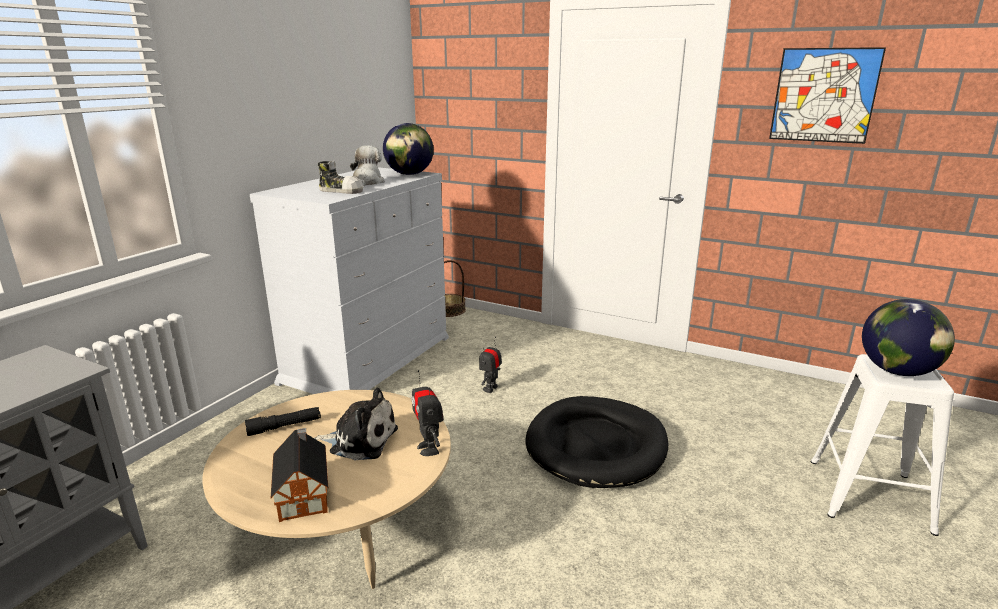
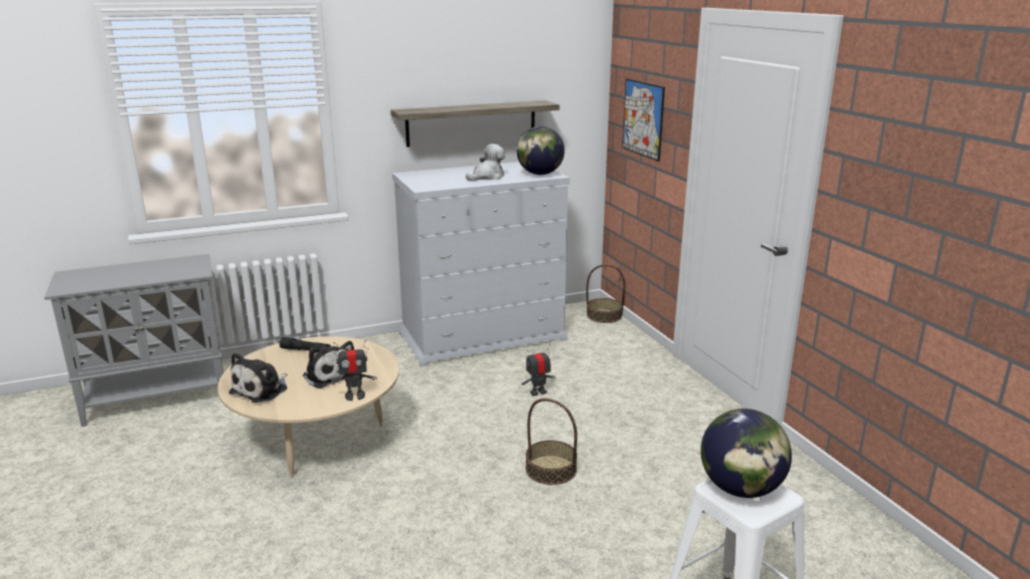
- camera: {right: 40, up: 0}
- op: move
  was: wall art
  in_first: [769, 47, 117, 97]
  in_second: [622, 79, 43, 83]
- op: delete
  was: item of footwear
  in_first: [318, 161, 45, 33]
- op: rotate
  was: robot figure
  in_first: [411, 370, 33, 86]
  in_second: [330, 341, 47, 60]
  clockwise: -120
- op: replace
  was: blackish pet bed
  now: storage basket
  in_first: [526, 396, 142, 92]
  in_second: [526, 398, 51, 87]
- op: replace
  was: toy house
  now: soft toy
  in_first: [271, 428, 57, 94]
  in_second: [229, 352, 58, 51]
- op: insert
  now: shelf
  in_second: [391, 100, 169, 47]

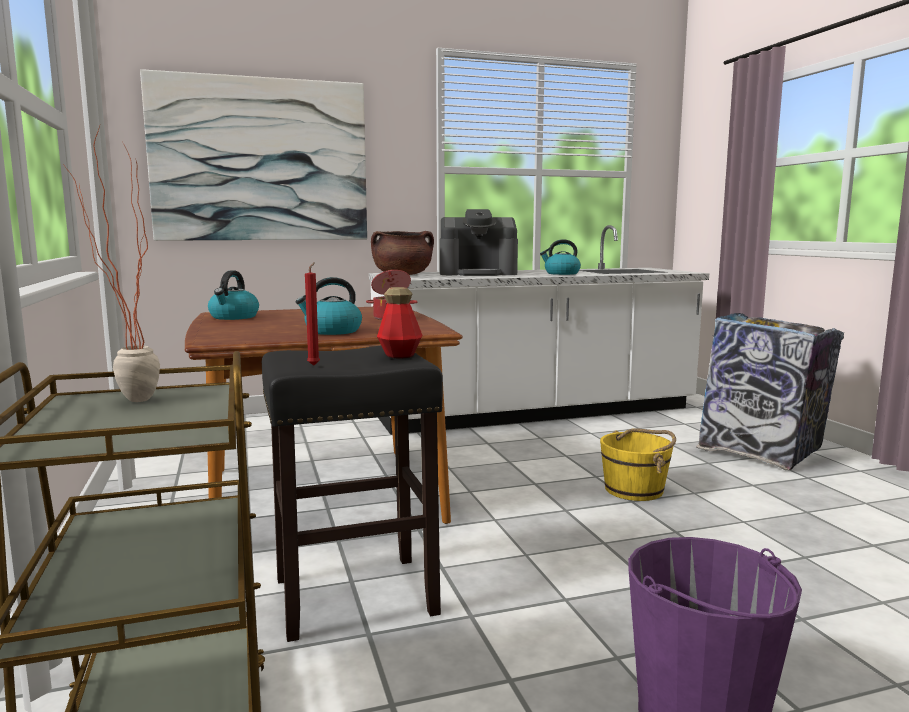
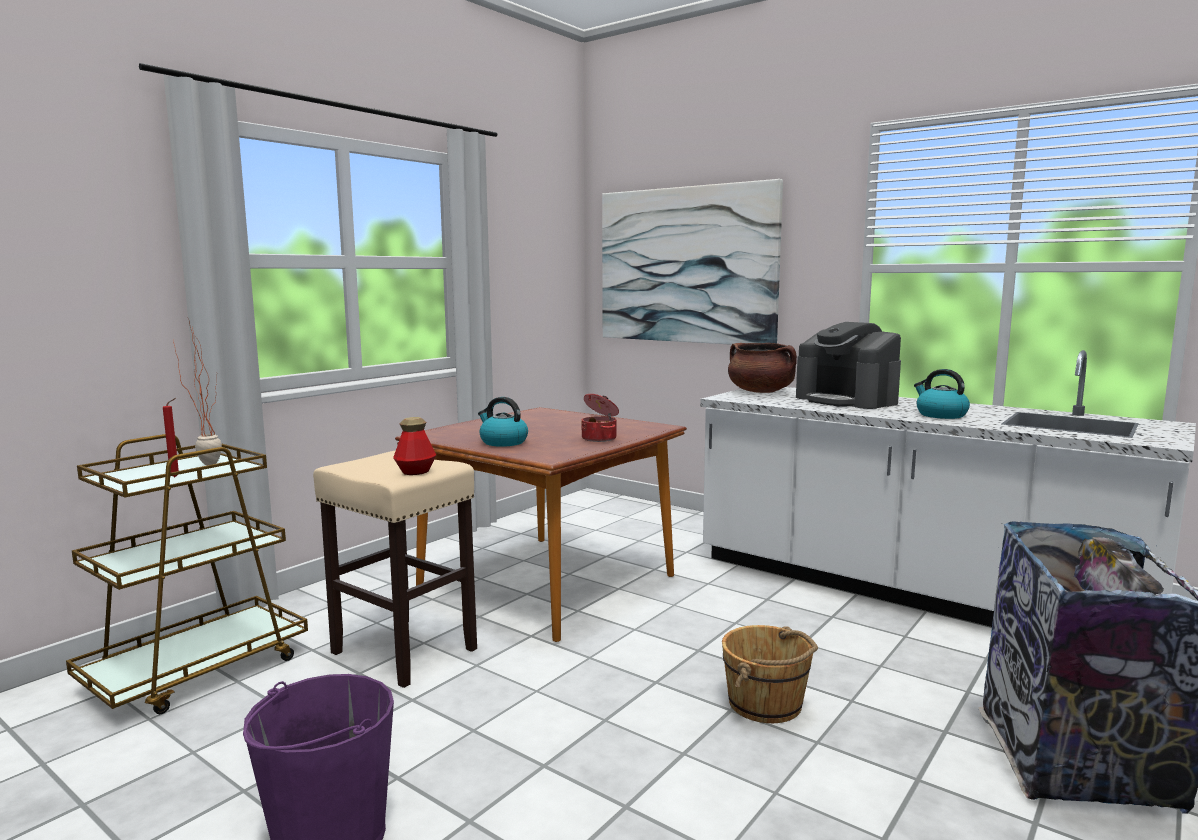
- camera: {right: 55, up: 0}
- op: move
  was: red wax candle
  in_first: [305, 262, 15, 104]
  in_second: [163, 398, 16, 79]
- op: delete
  was: tea kettle
  in_first: [208, 271, 51, 49]
- op: recolor
  was: blackish stool
  now: beige-coloured stool
  in_first: [262, 346, 181, 296]
  in_second: [313, 451, 164, 237]
- op: recolor
  was: yellow bucket
  now: brownish bucket
  in_first: [600, 428, 76, 73]
  in_second: [722, 625, 96, 98]

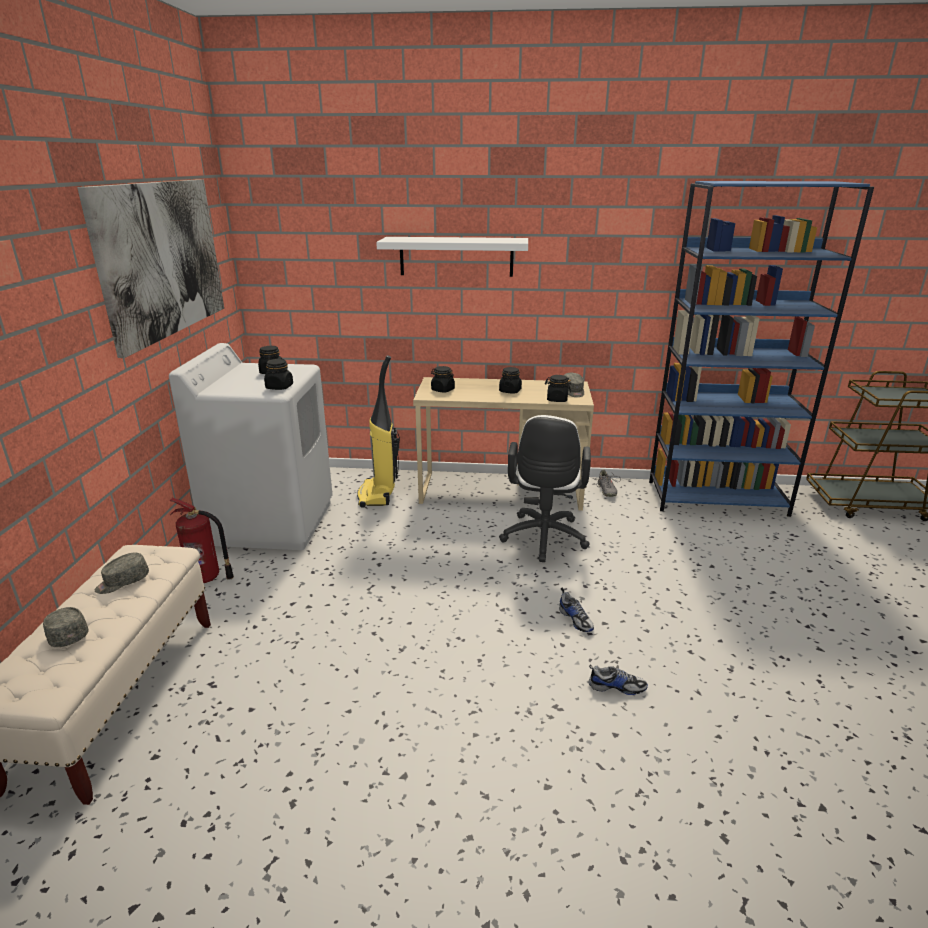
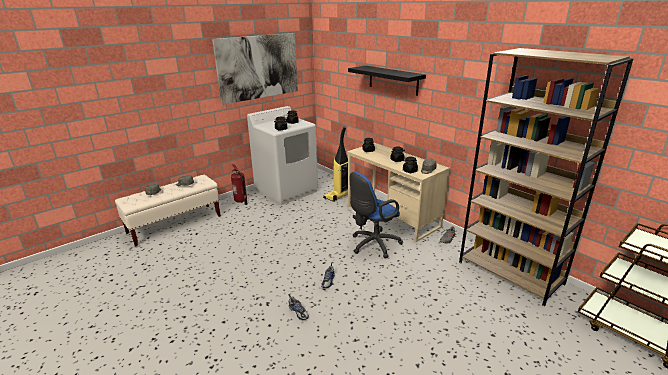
- camera: {right: 45, up: 0}
- op: recolor
  was: blue-coloured shelving unit
  now: brownish shelving unit
  in_first: [649, 181, 225, 336]
  in_second: [459, 48, 174, 258]
- op: recolor
  was: whitish shelf
  now: blackish shelf
  in_first: [376, 237, 152, 40]
  in_second: [348, 66, 78, 30]
- op: recolor
  was: whitish computer chair
  now: blue-coloured computer chair
  in_first: [499, 415, 92, 147]
  in_second: [350, 172, 53, 86]

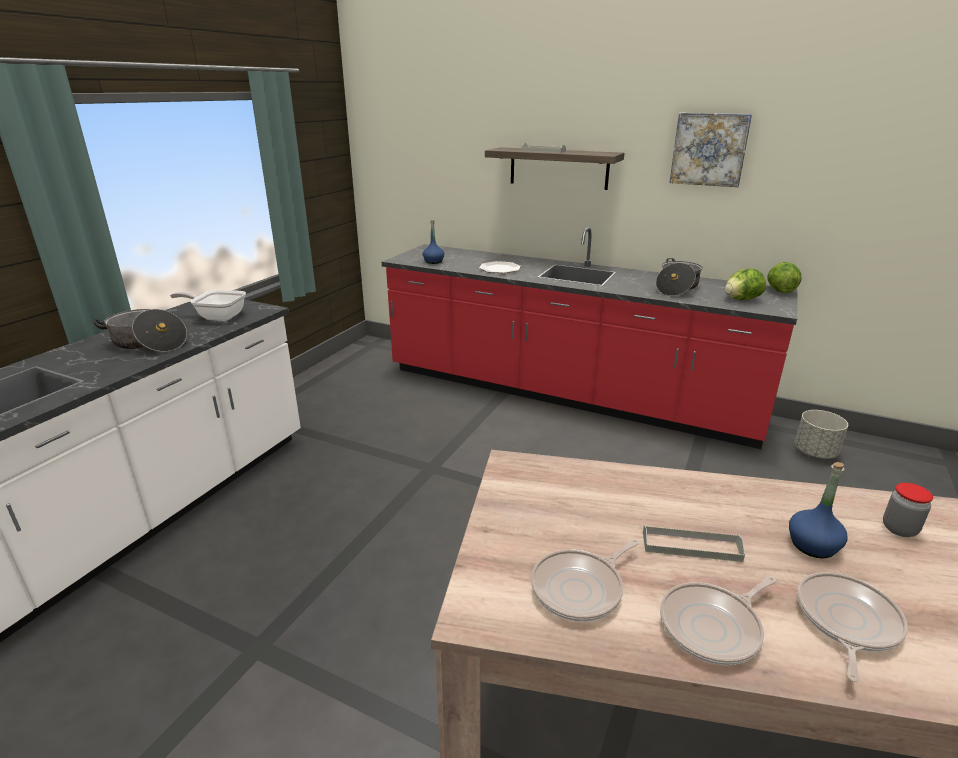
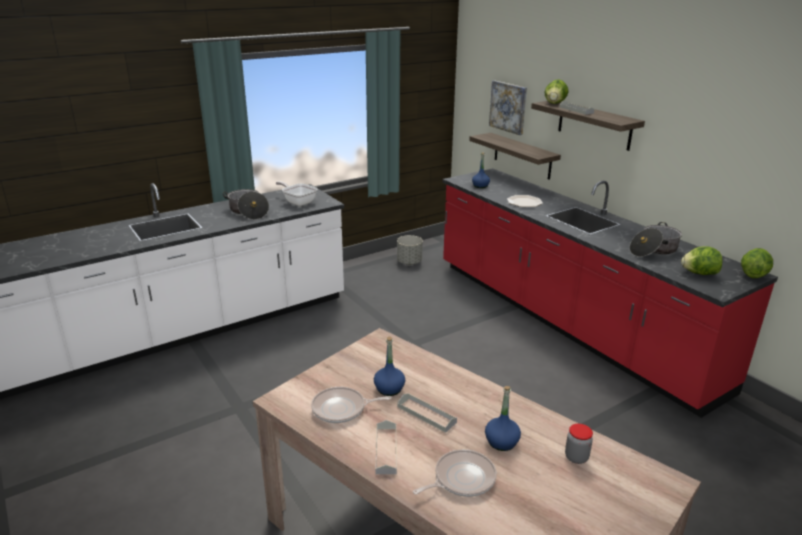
- camera: {right: 30, up: 0}
- op: move
  was: wall art
  in_first: [670, 113, 82, 74]
  in_second: [489, 81, 38, 54]
- op: move
  was: gray planter
  in_first: [795, 410, 53, 49]
  in_second: [397, 235, 26, 30]
- op: replace
  was: skillet
  now: gray carrying tray
  in_first: [660, 577, 116, 88]
  in_second: [375, 420, 22, 54]
- op: insert
  now: lettuce
  in_second: [544, 79, 25, 25]
- op: insert
  now: shelf
  in_second: [469, 133, 92, 47]
- op: insert
  now: blue-coloured drink bottle
  in_second: [374, 337, 31, 59]

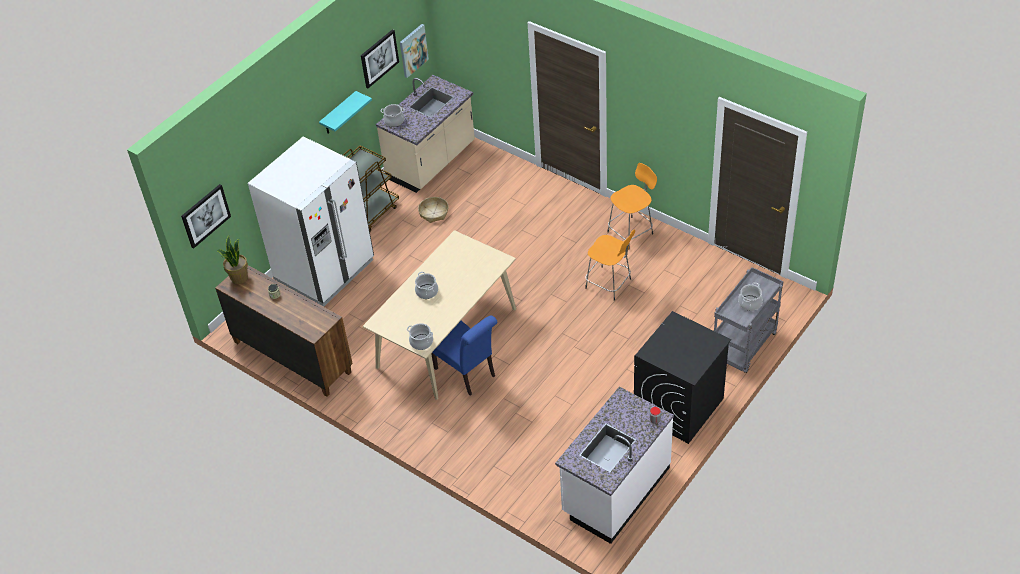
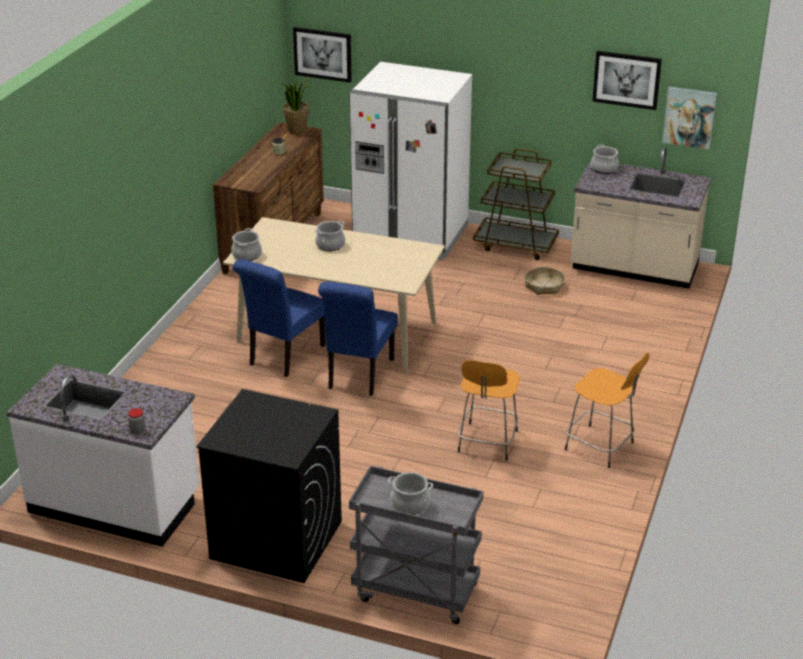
- camera: {right: 70, up: -15}
- op: delete
  was: turquoise-coloured shelf
  in_first: [319, 91, 53, 43]
- op: insert
  now: blue-coloured plain chair
  in_second: [318, 282, 80, 114]

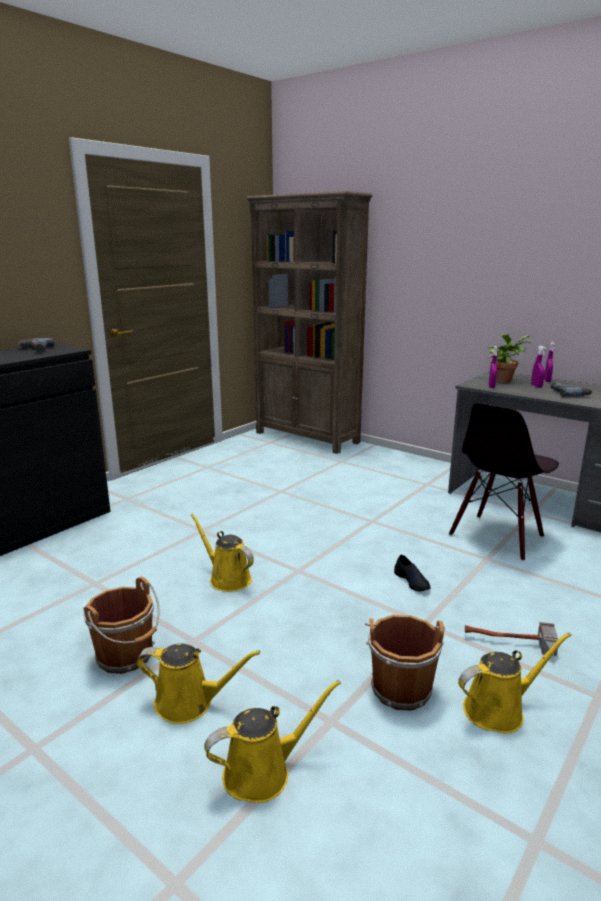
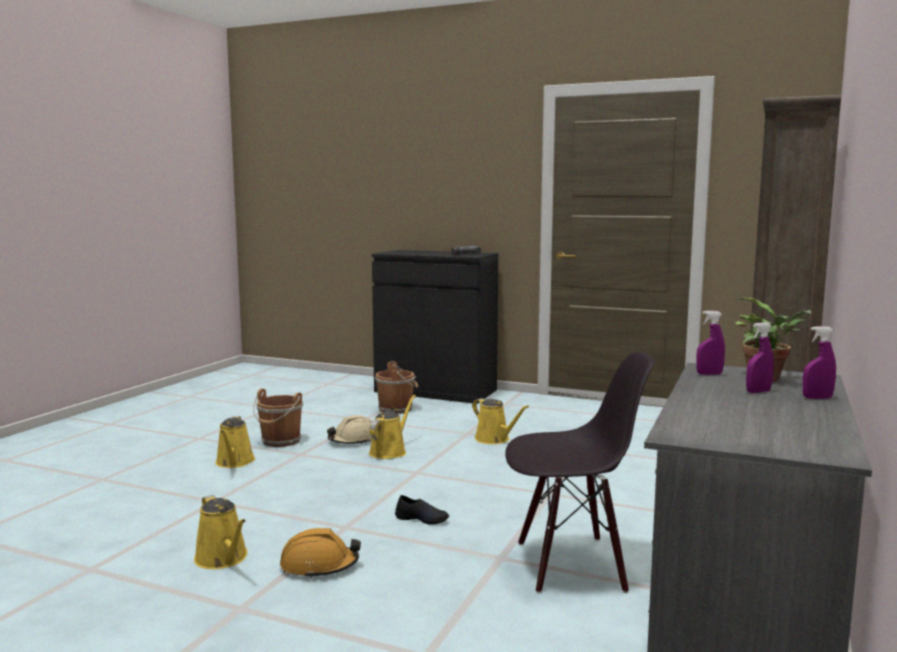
- camera: {right: 75, up: -10}
- op: delete
  was: drill
  in_first: [551, 381, 41, 16]
- op: rotate
  was: blackish plain chair
  in_first: [449, 403, 110, 158]
  in_second: [505, 352, 150, 241]
  clockwise: 150
- op: rotate
  was: blackish item of footwear
  in_first: [394, 555, 37, 36]
  in_second: [395, 495, 54, 30]
  clockwise: -120
- op: move
  was: brownish bucket
  in_first: [365, 615, 80, 96]
  in_second: [375, 361, 44, 53]
- op: replace
  was: tool hammer
  now: orange-coloured hard hat
  in_first: [465, 622, 93, 34]
  in_second: [280, 528, 81, 51]
- op: move
  was: yellow sprinkling can
  in_first: [204, 680, 137, 123]
  in_second: [472, 398, 57, 46]
- op: insert
  now: beige-coloured hard hat
  in_second: [327, 415, 45, 29]

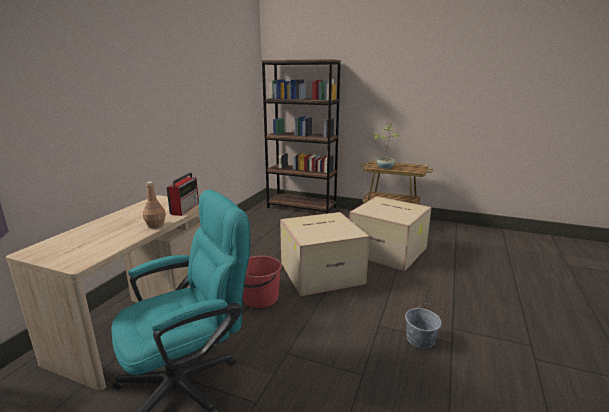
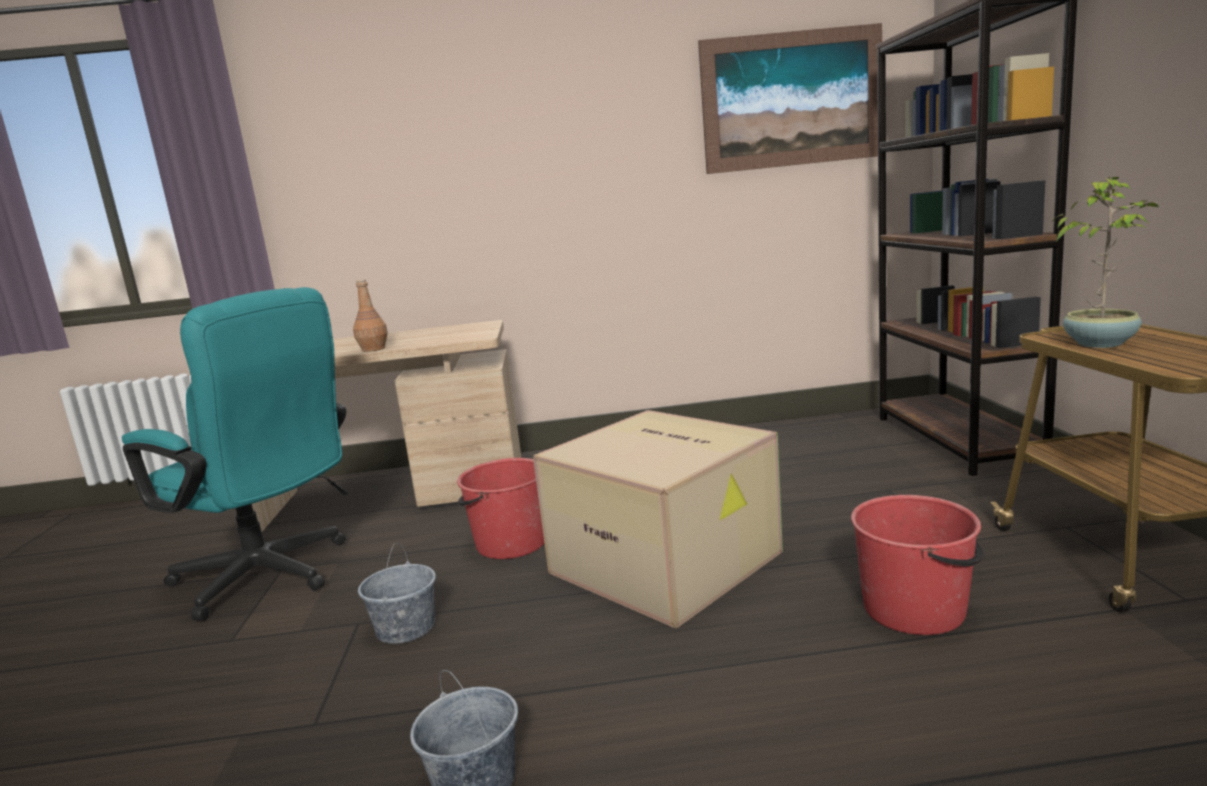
- camera: {right: 65, up: -5}
- op: delete
  was: radio
  in_first: [166, 172, 33, 44]
- op: replace
  was: carton
  now: red bucket
  in_first: [349, 196, 83, 75]
  in_second: [851, 495, 132, 140]
- op: insert
  now: wall art
  in_second: [698, 23, 184, 151]
- op: insert
  now: gray bucket
  in_second: [358, 543, 78, 101]

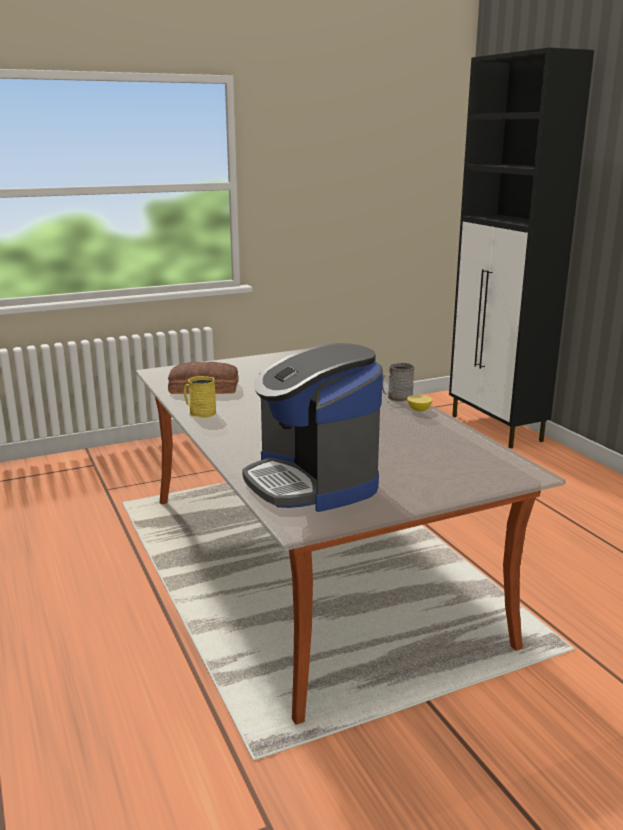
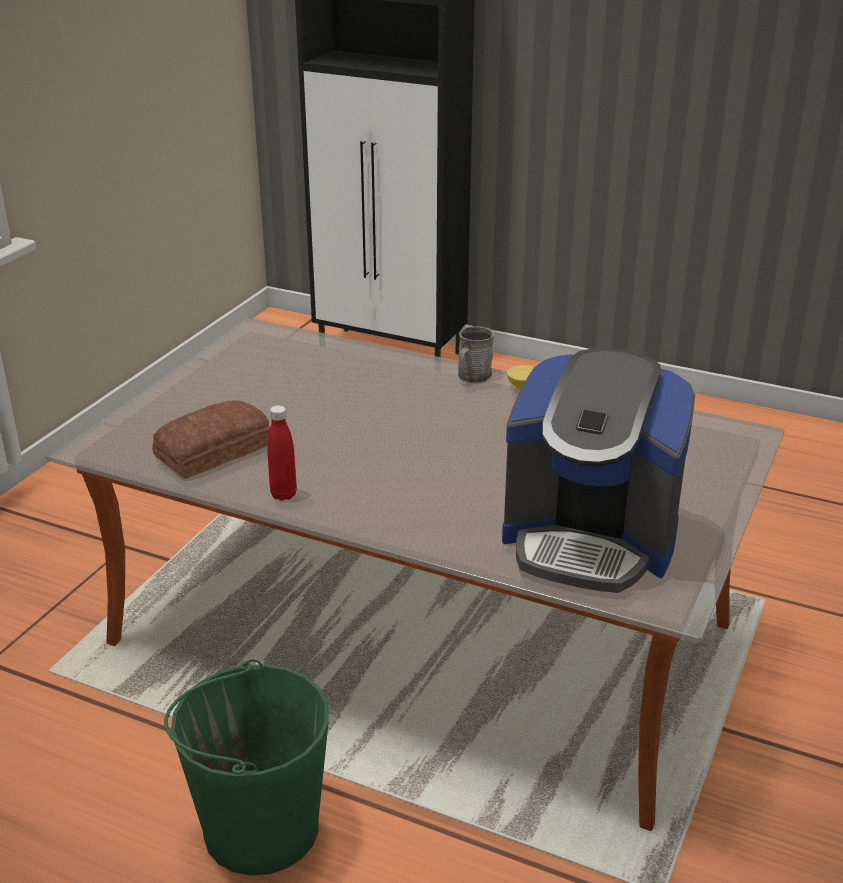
- camera: {right: -40, up: 10}
- op: replace
  was: yellow coffee mug
  now: red drink bottle
  in_first: [184, 376, 32, 42]
  in_second: [267, 405, 30, 96]
- op: insert
  now: green-coloured bucket
  in_second: [164, 659, 165, 217]

